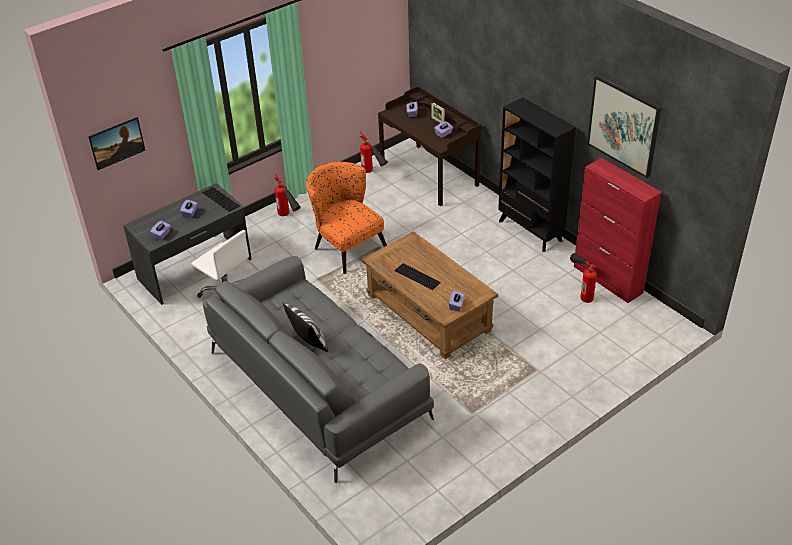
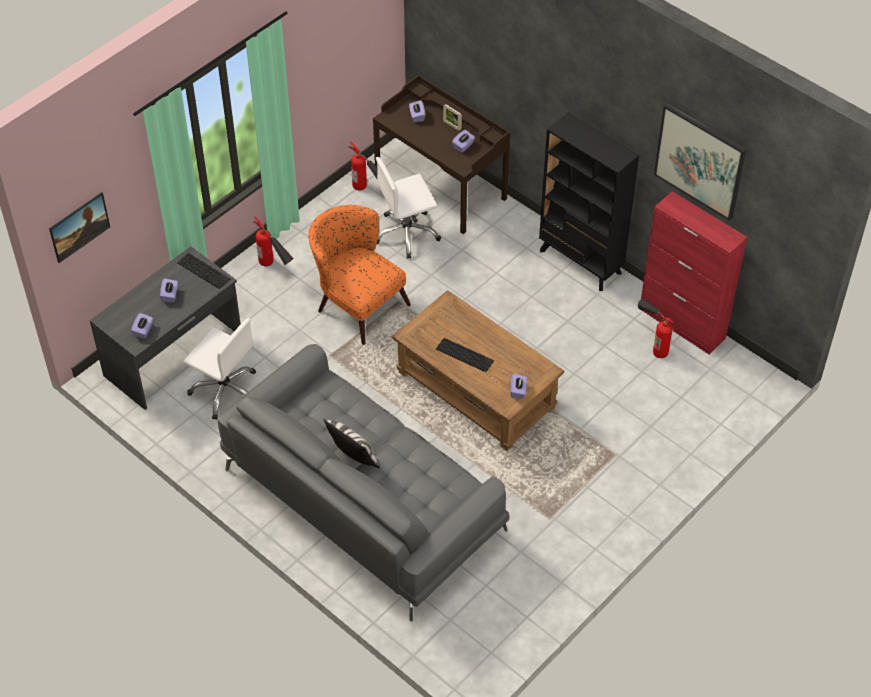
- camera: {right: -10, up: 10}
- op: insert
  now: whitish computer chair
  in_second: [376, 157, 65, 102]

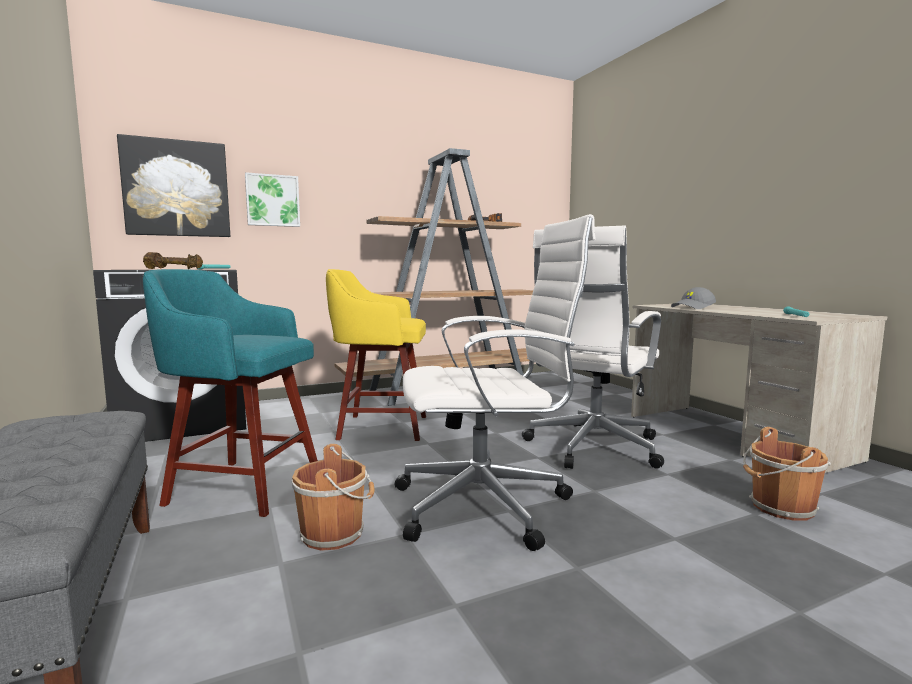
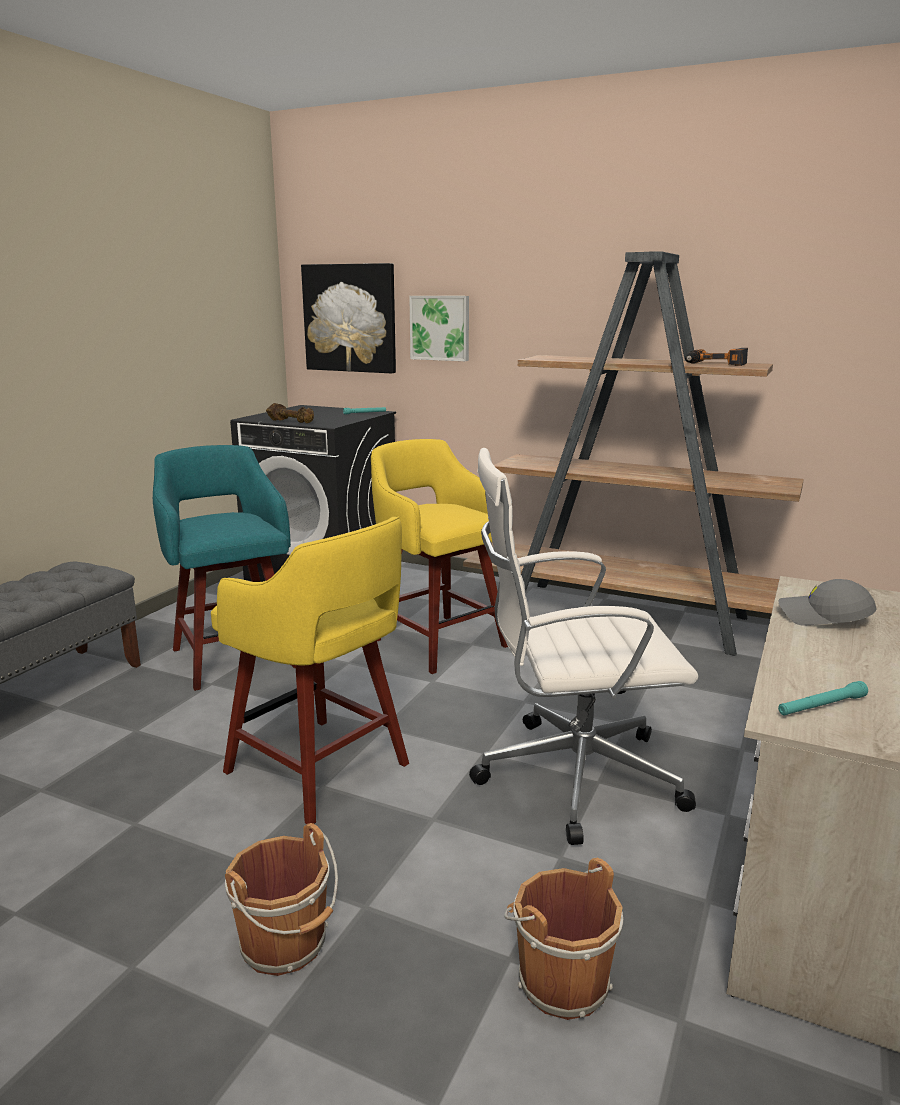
- camera: {right: 50, up: 10}
- op: replace
  was: whitish computer chair
  now: yellow stool
  in_first: [395, 214, 201, 337]
  in_second: [211, 516, 198, 308]
- op: move
  was: brownish bucket
  in_first: [292, 444, 83, 107]
  in_second: [225, 823, 113, 153]

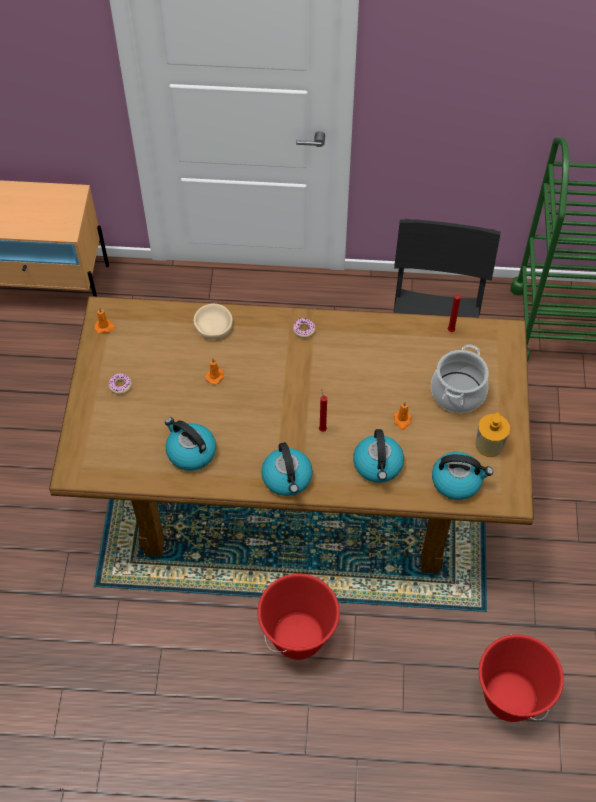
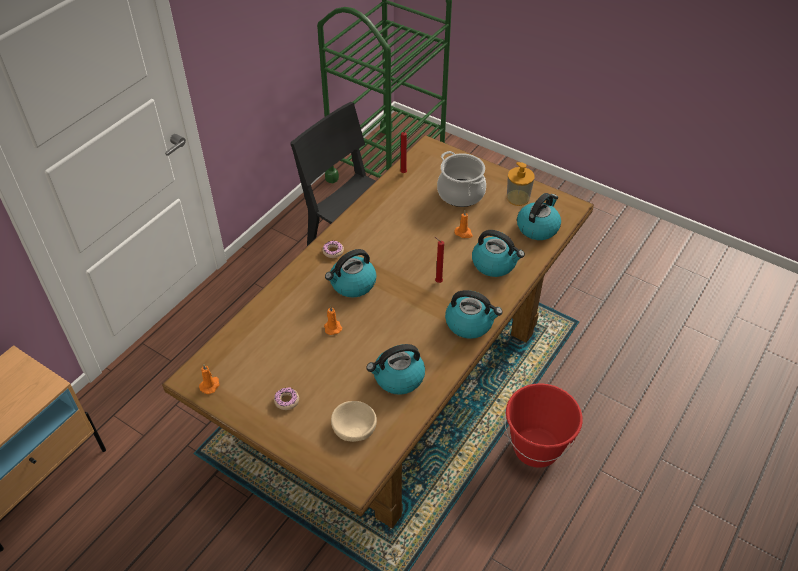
- camera: {right: -60, up: -10}
- op: move
  was: beige-coloured serving bowl
  in_first: [193, 304, 40, 35]
  in_second: [331, 401, 46, 41]
- op: delete
  was: red bucket
  in_first: [479, 634, 85, 88]
- op: insert
  now: tea kettle
  in_second: [325, 249, 52, 48]

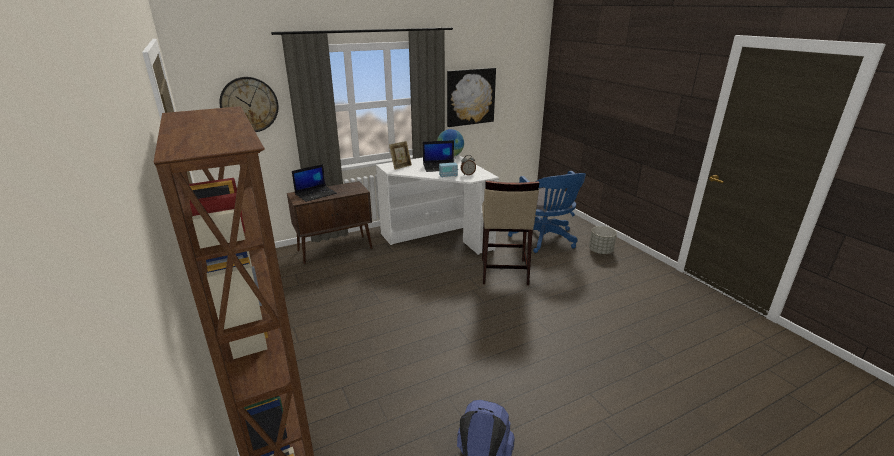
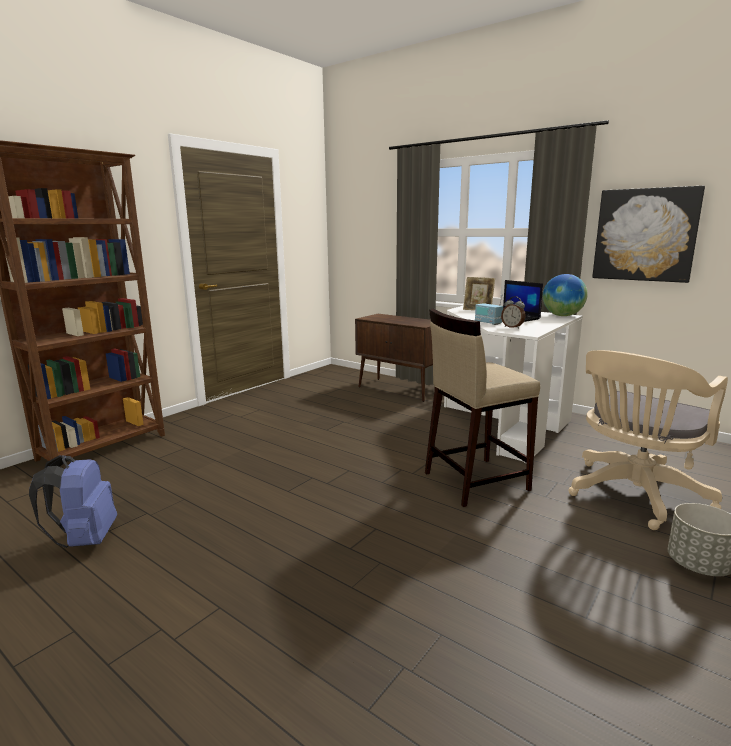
- camera: {right: 65, up: -10}
- op: delete
  was: clock on the wall
  in_first: [219, 77, 59, 55]
- op: delete
  was: notebook computer
  in_first: [292, 164, 45, 38]
- op: recolor
  was: blue-coloured computer chair
  now: beige-coloured computer chair
  in_first: [508, 171, 78, 82]
  in_second: [568, 350, 160, 180]

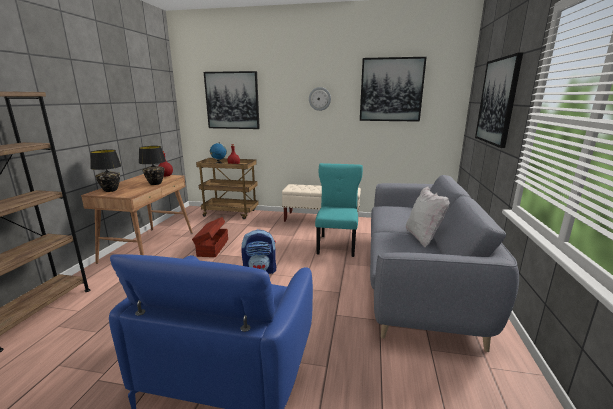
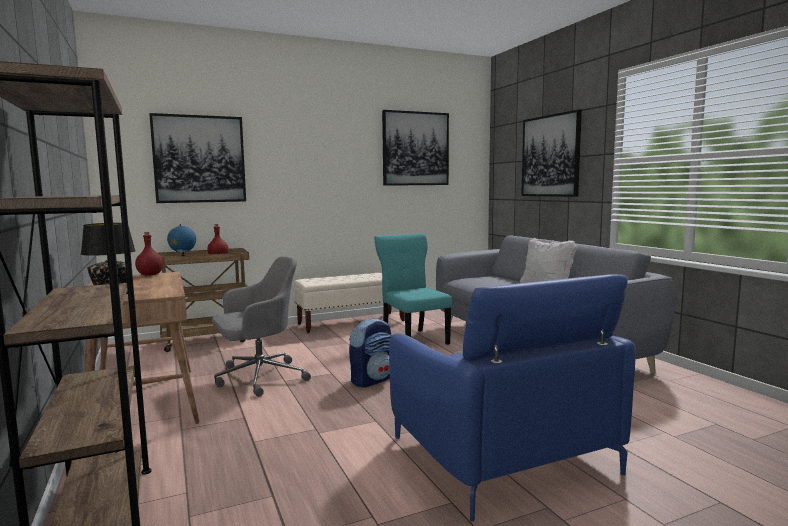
- camera: {right: -35, up: -10}
- op: delete
  was: clock on the wall
  in_first: [309, 87, 22, 24]
- op: delete
  was: blackish lamp for a table
  in_first: [139, 146, 27, 39]
- op: replace
  was: brownish storage box
  now: gray computer chair
  in_first: [192, 217, 36, 40]
  in_second: [212, 256, 99, 141]

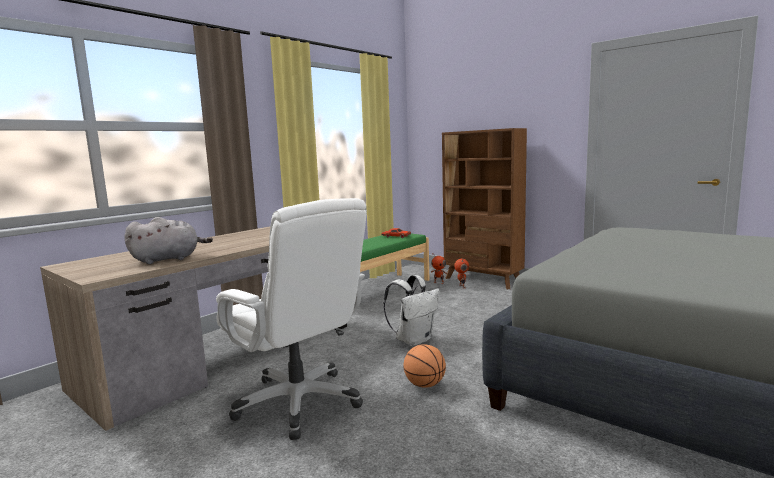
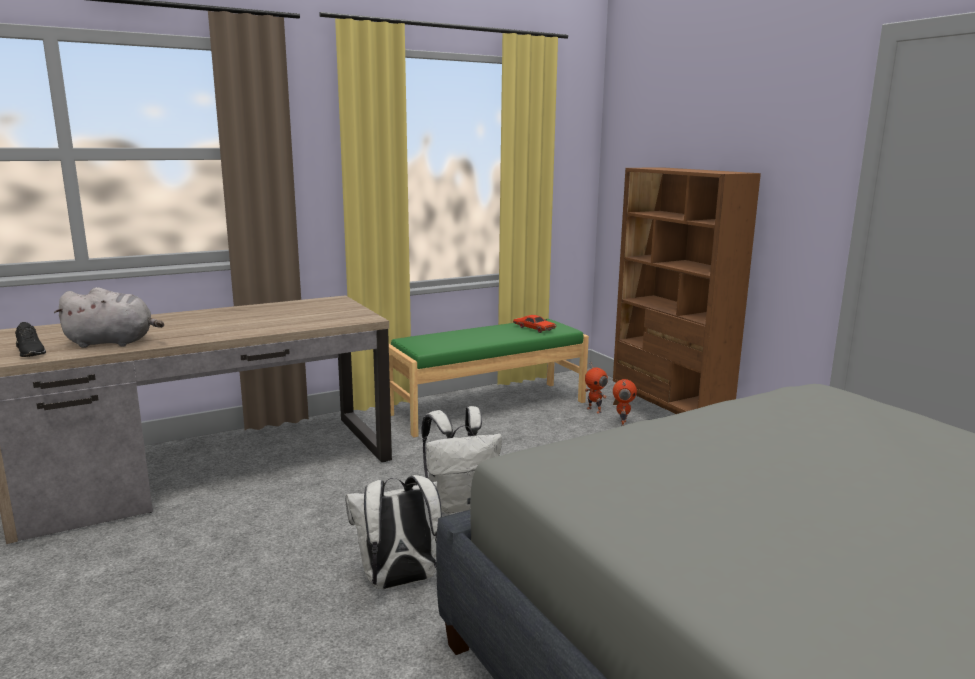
- camera: {right: 20, up: 5}
- op: delete
  was: whitish computer chair
  in_first: [216, 198, 151, 242]
- op: replace
  was: ball for basketball
  now: whitish rucksack
  in_first: [403, 344, 43, 44]
  in_second: [345, 475, 97, 114]
- op: insert
  now: blackish item of footwear
  in_second: [15, 322, 31, 35]

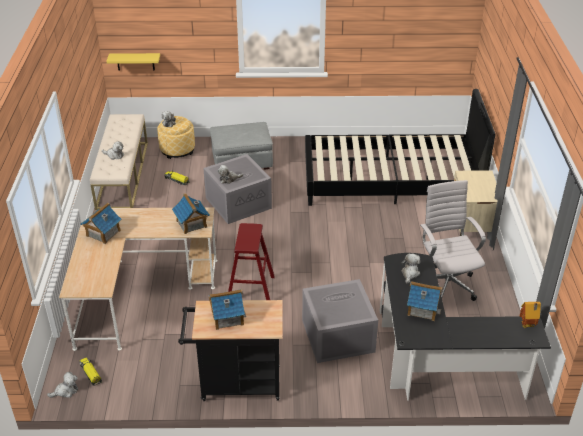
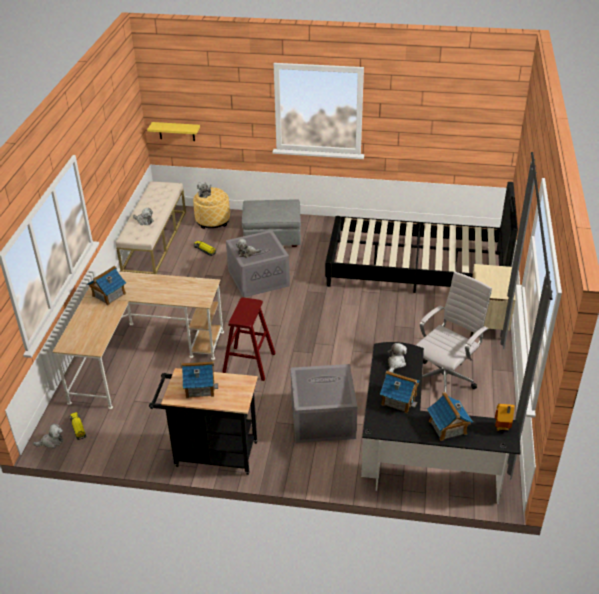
- camera: {right: 10, up: 0}
- op: rotate
  was: whitish computer chair
  in_first: [420, 180, 66, 121]
  in_second: [416, 272, 76, 121]
  clockwise: 45
- op: move
  was: toy house
  in_first: [172, 193, 38, 41]
  in_second: [427, 392, 46, 49]

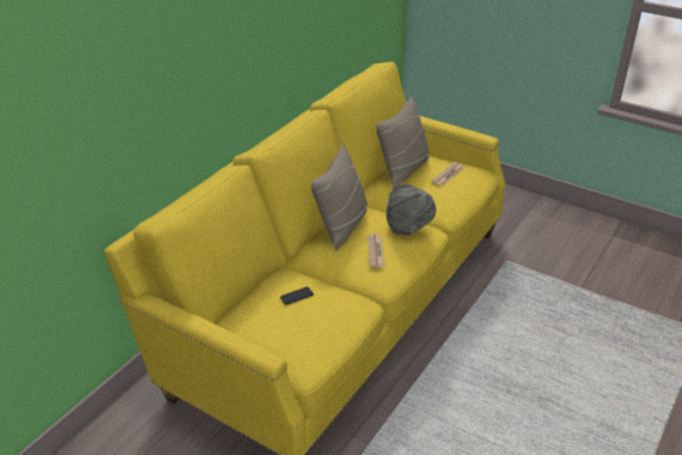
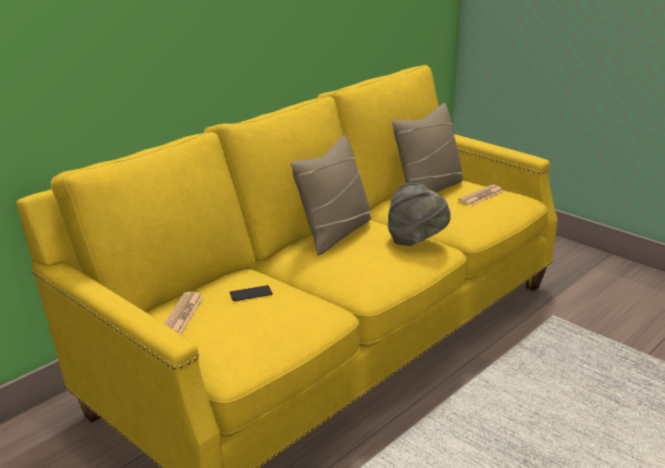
- camera: {right: 10, up: -10}
- op: move
  was: printed paper
  in_first: [367, 234, 18, 34]
  in_second: [164, 292, 39, 42]

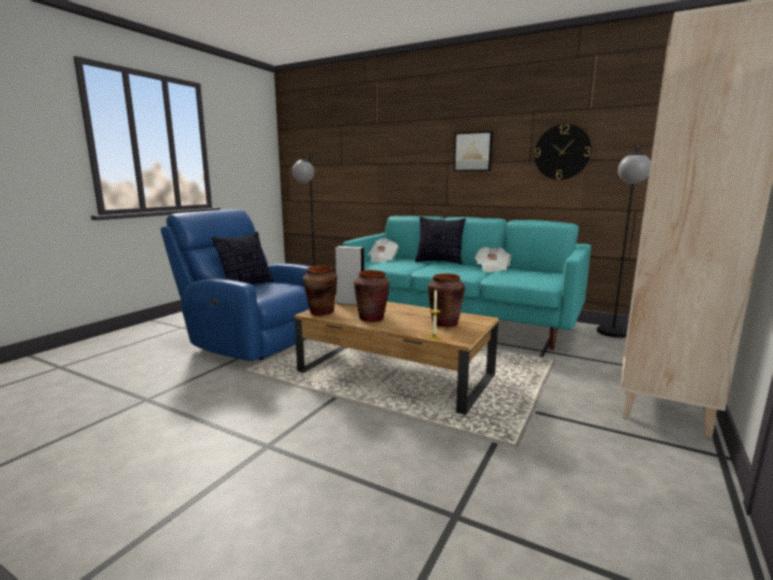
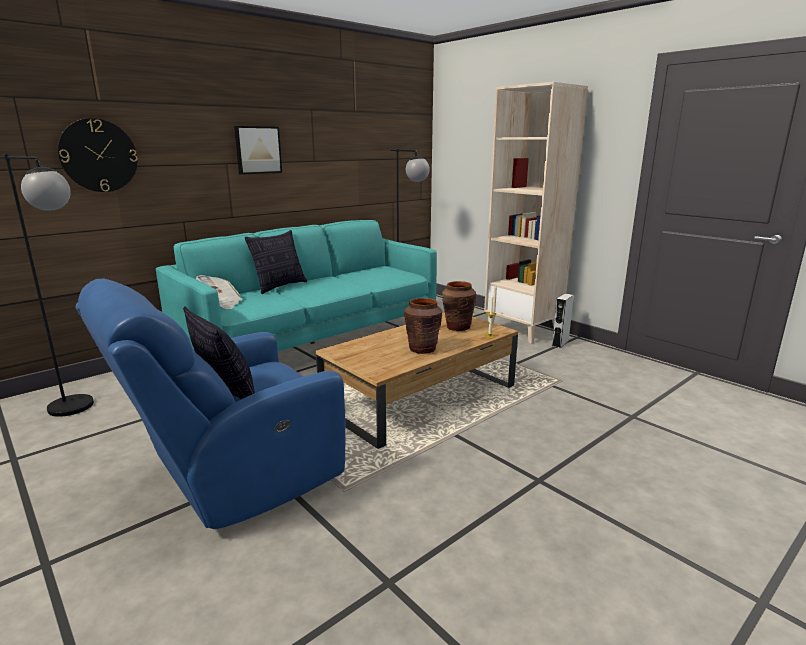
- camera: {right: -70, up: 5}
- op: move
  was: clock on the wall
  in_first: [534, 124, 58, 56]
  in_second: [58, 118, 80, 74]
- op: move
  was: gray audio speaker
  in_first: [335, 246, 30, 59]
  in_second: [552, 293, 22, 55]
- op: delete
  was: printed paper
  in_first: [475, 247, 37, 25]
- op: delete
  was: brownish vase
  in_first: [303, 266, 34, 50]

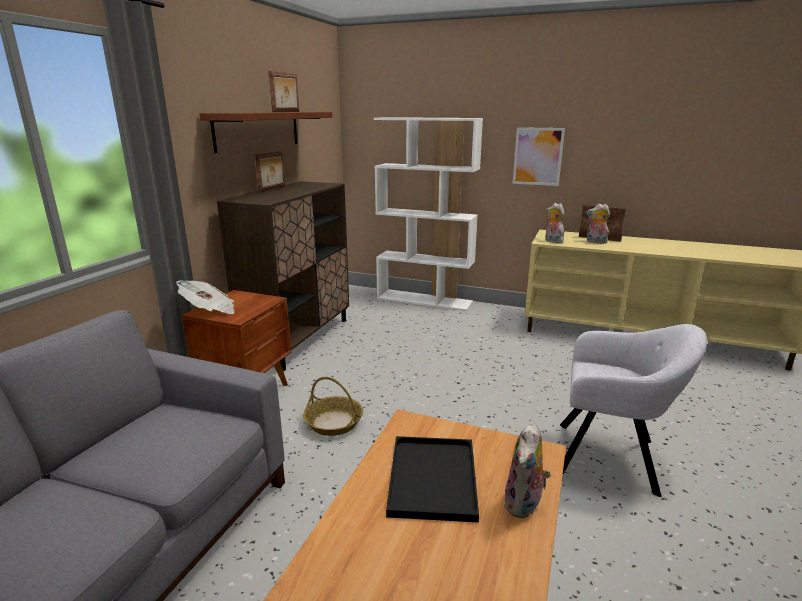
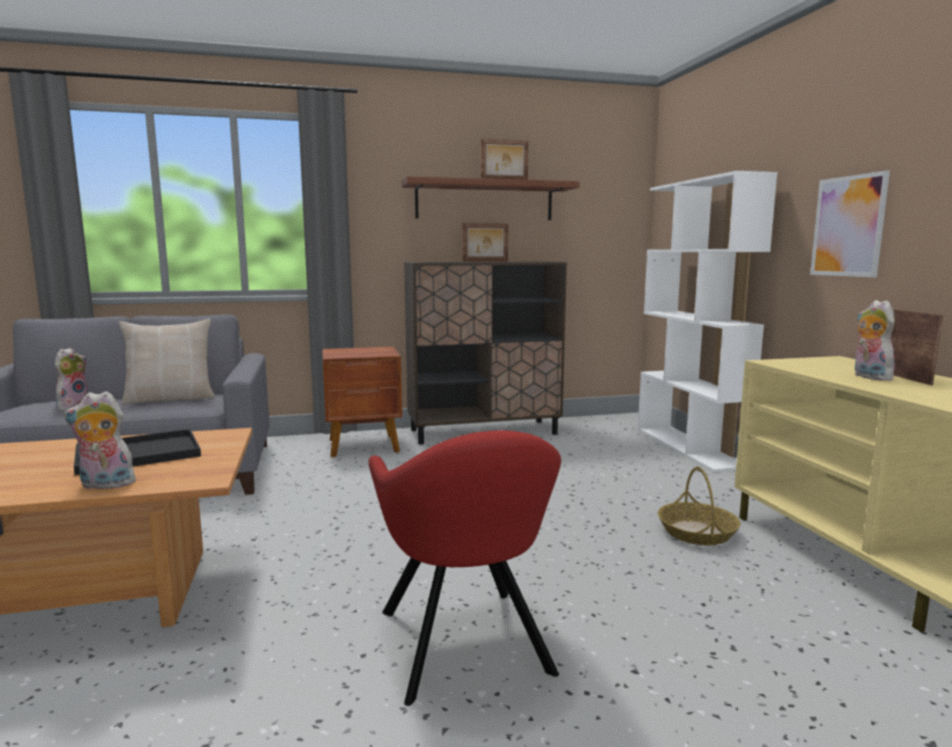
- camera: {right: 55, up: -10}
- op: move
  was: soft toy
  in_first: [545, 203, 20, 40]
  in_second: [55, 348, 33, 63]
- op: delete
  was: printed paper
  in_first: [176, 280, 58, 34]
- op: recolor
  was: gray lounge chair
  now: red lounge chair
  in_first: [560, 324, 147, 173]
  in_second: [368, 430, 193, 276]
- op: move
  was: storage basket
  in_first: [303, 377, 60, 59]
  in_second: [658, 467, 82, 78]
- op: insert
  now: beige-coloured pillow
  in_second: [119, 319, 96, 86]

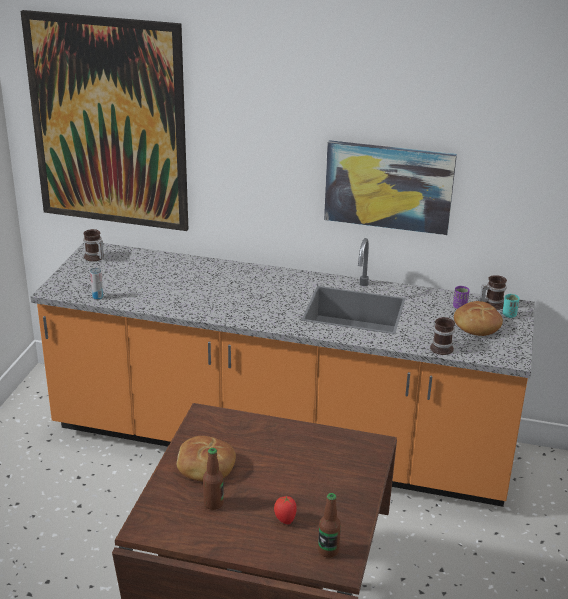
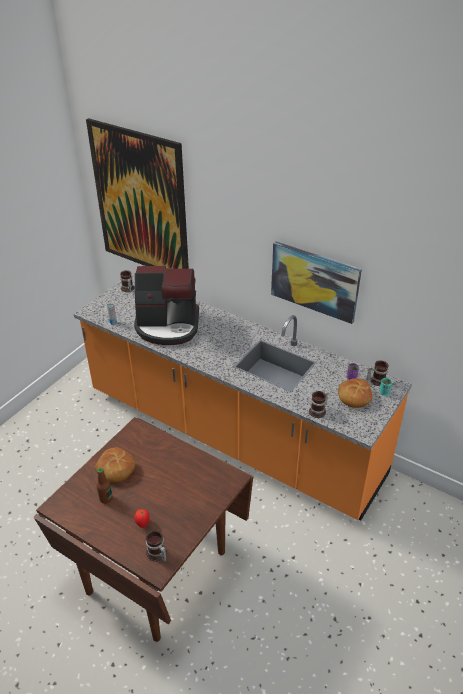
- camera: {right: 20, up: 10}
- op: replace
  was: drink bottle
  now: coffee mug
  in_first: [318, 493, 23, 65]
  in_second: [146, 530, 21, 32]
- op: insert
  now: coffee brewer
  in_second: [134, 266, 65, 79]

